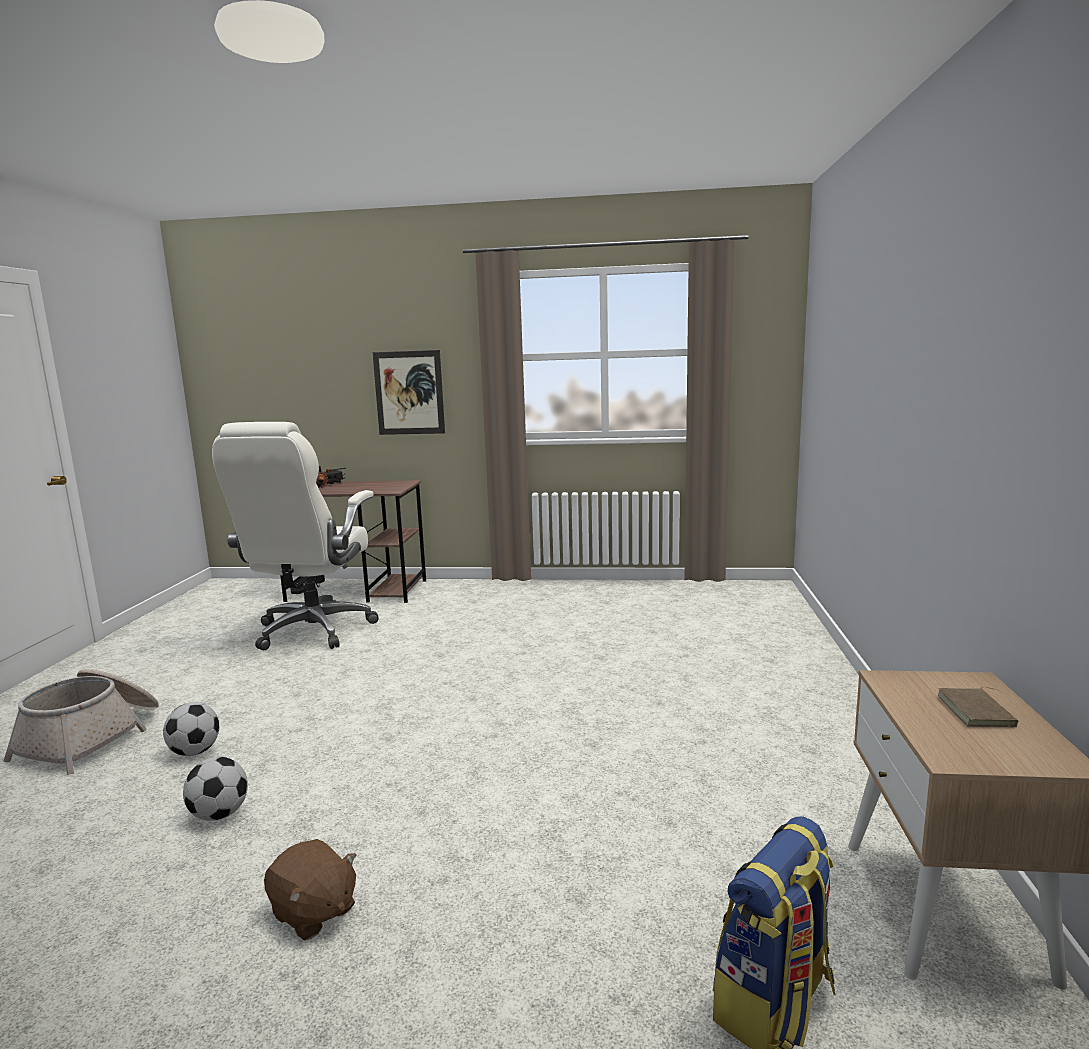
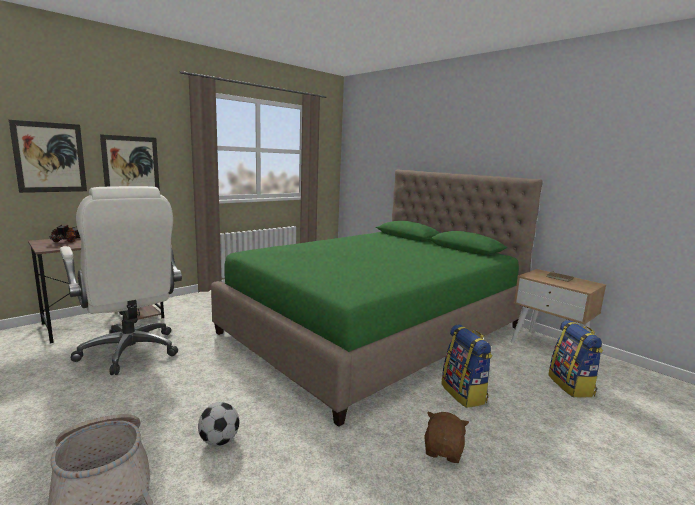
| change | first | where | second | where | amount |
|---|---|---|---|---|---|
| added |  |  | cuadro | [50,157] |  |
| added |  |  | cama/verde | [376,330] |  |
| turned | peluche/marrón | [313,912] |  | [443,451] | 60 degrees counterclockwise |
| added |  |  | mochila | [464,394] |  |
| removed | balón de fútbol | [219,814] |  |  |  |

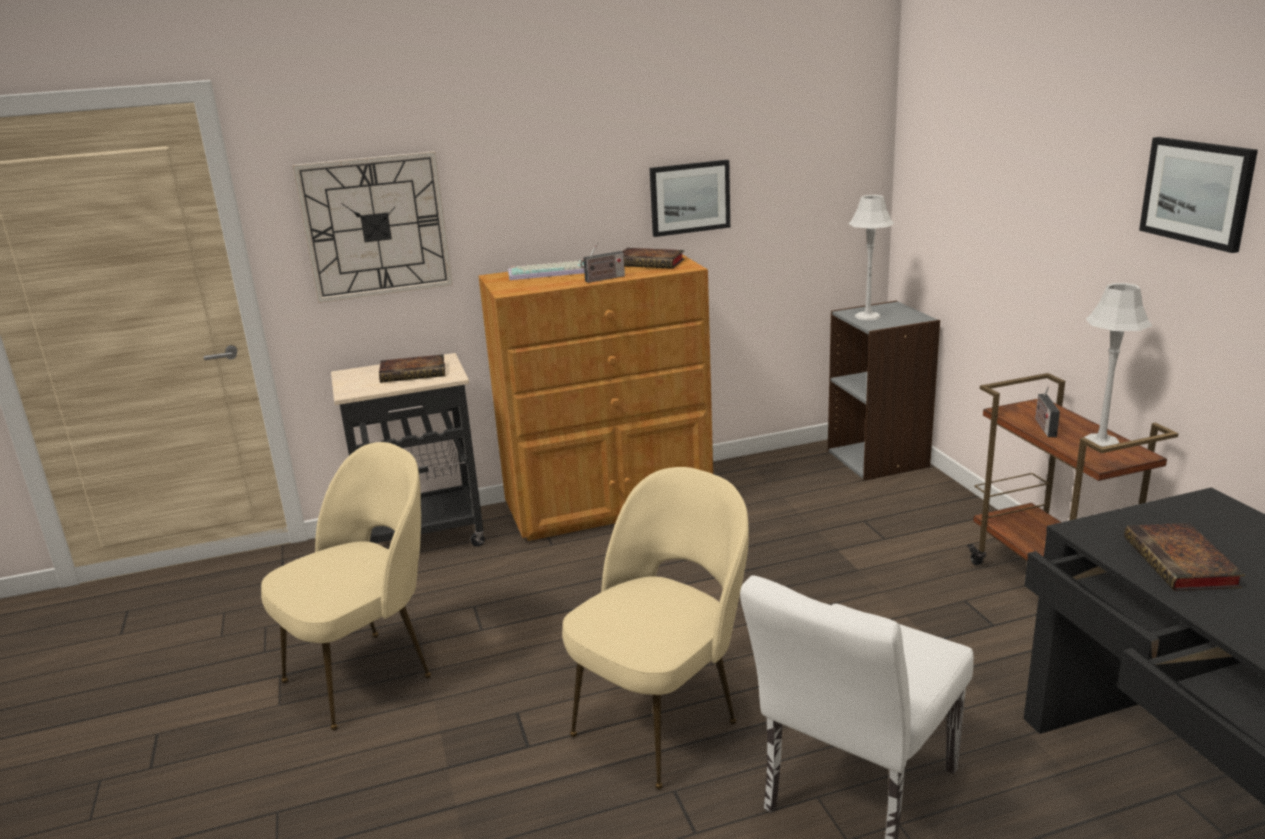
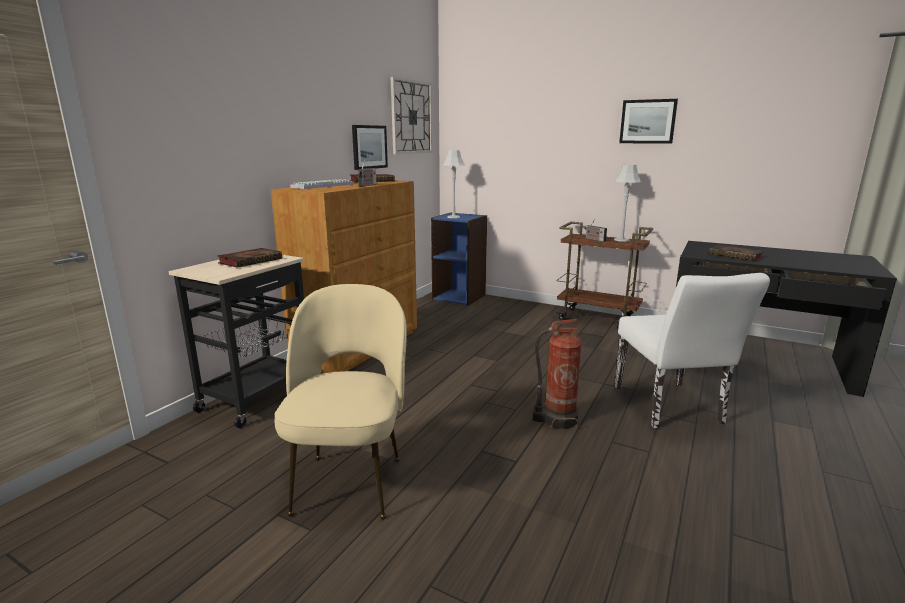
| change | first | where | second | where | amount |
|---|---|---|---|---|---|
| moved | reloj de pared | [375,226] |  | [411,117] |  |
| recoloured | estantería/gris | [878,458] | estantería/azul | [459,297] |  |
| replaced | silla/beis | [663,722] | extintor | [557,419] |  |

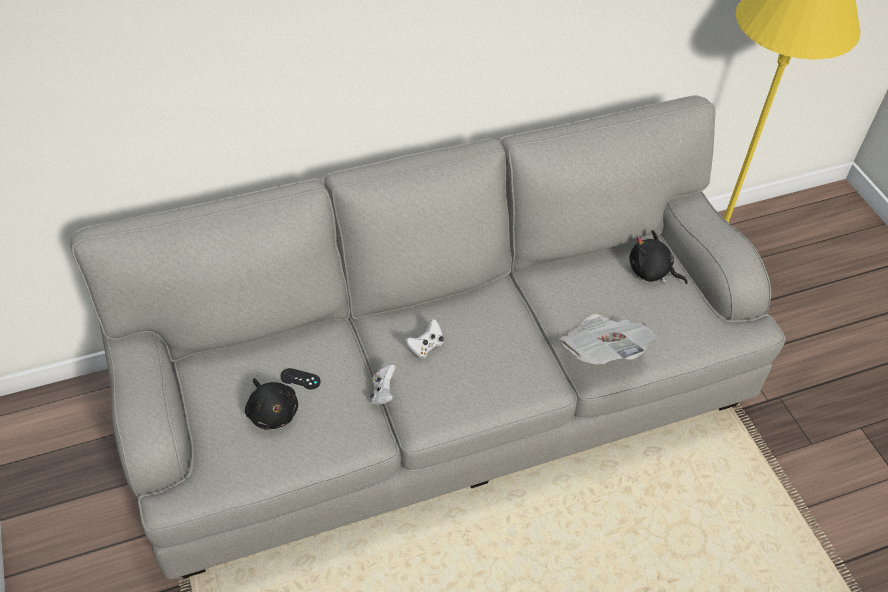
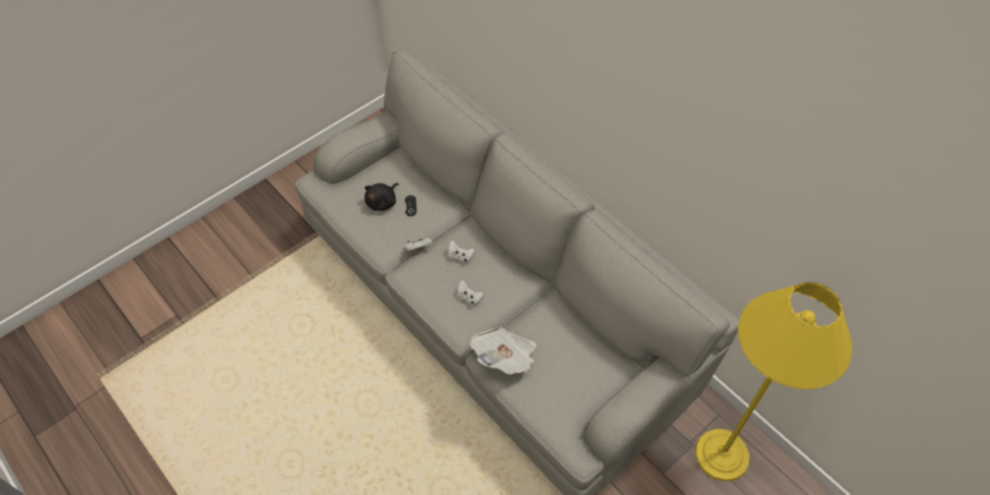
| change | first | where | second | where | amount |
|---|---|---|---|---|---|
| added |  |  | mando de consola/blanco | [469,298] |  |
| removed | peluche/negro | [651,272] |  |  |  |

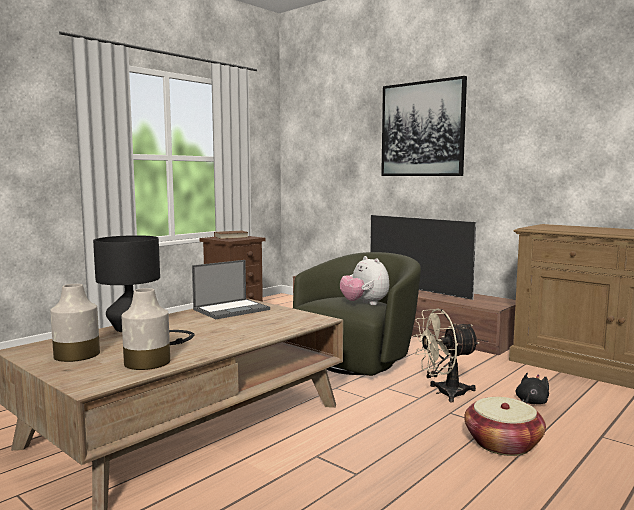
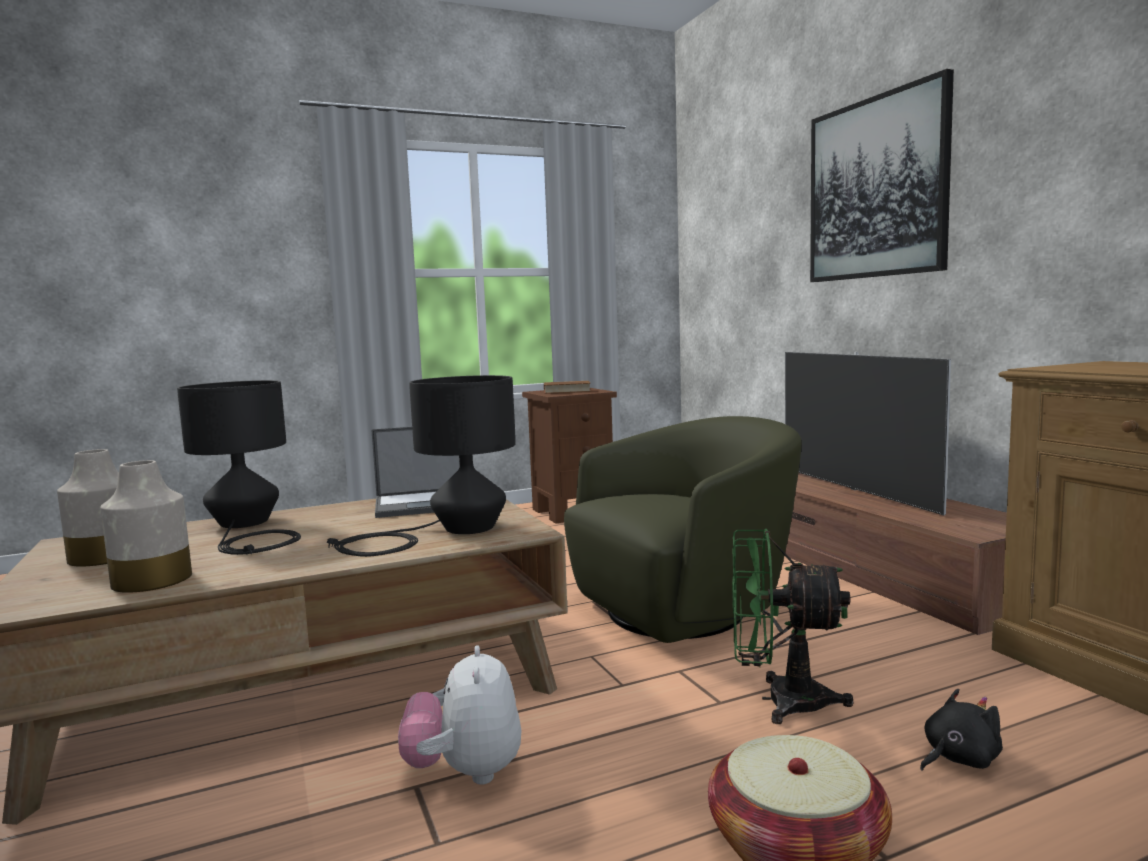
| change | first | where | second | where | amount |
|---|---|---|---|---|---|
| added |  |  | lámpara de mesa/negro | [434,534] |  |
| moved | peluche | [364,304] |  | [465,772] |  |
| recoloured | ventilador/beis | [444,393] | ventilador/verde | [780,701] |  |

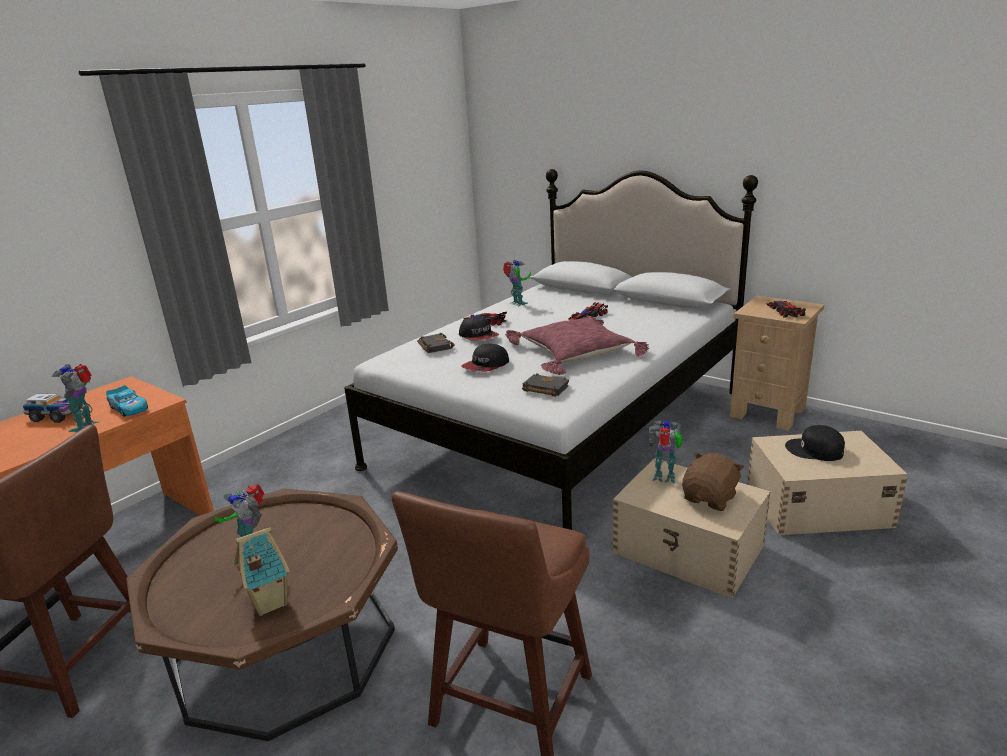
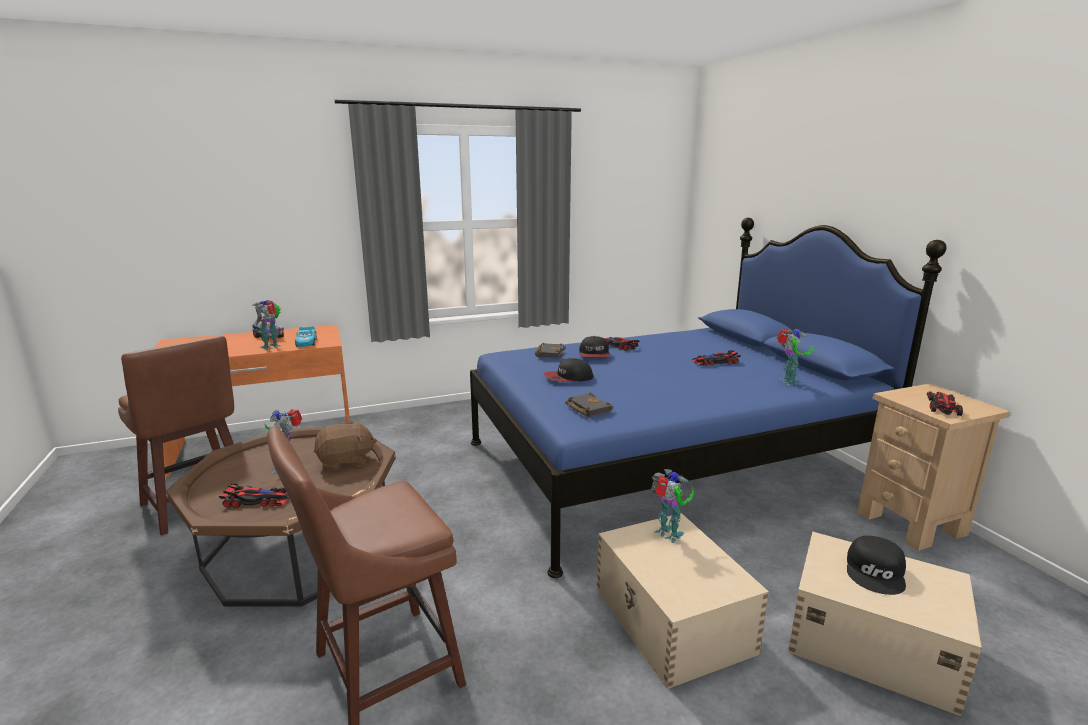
| change | first | where | second | where | amount |
|---|---|---|---|---|---|
| replaced | casita | [269,603] | coche de juguete | [258,500] |  |
| moved | peluche/marrón | [710,498] |  | [346,461] |  |
| recoloured | cama/blanco | [562,428] | cama/azul | [666,465] |  |
| moved | robot de juguete | [517,304] |  | [789,382] |  |
| turned | gorra/negro | [815,450] |  | [876,572] | 120 degrees counterclockwise |
| removed | cojín/rojo | [575,350] |  |  |  |

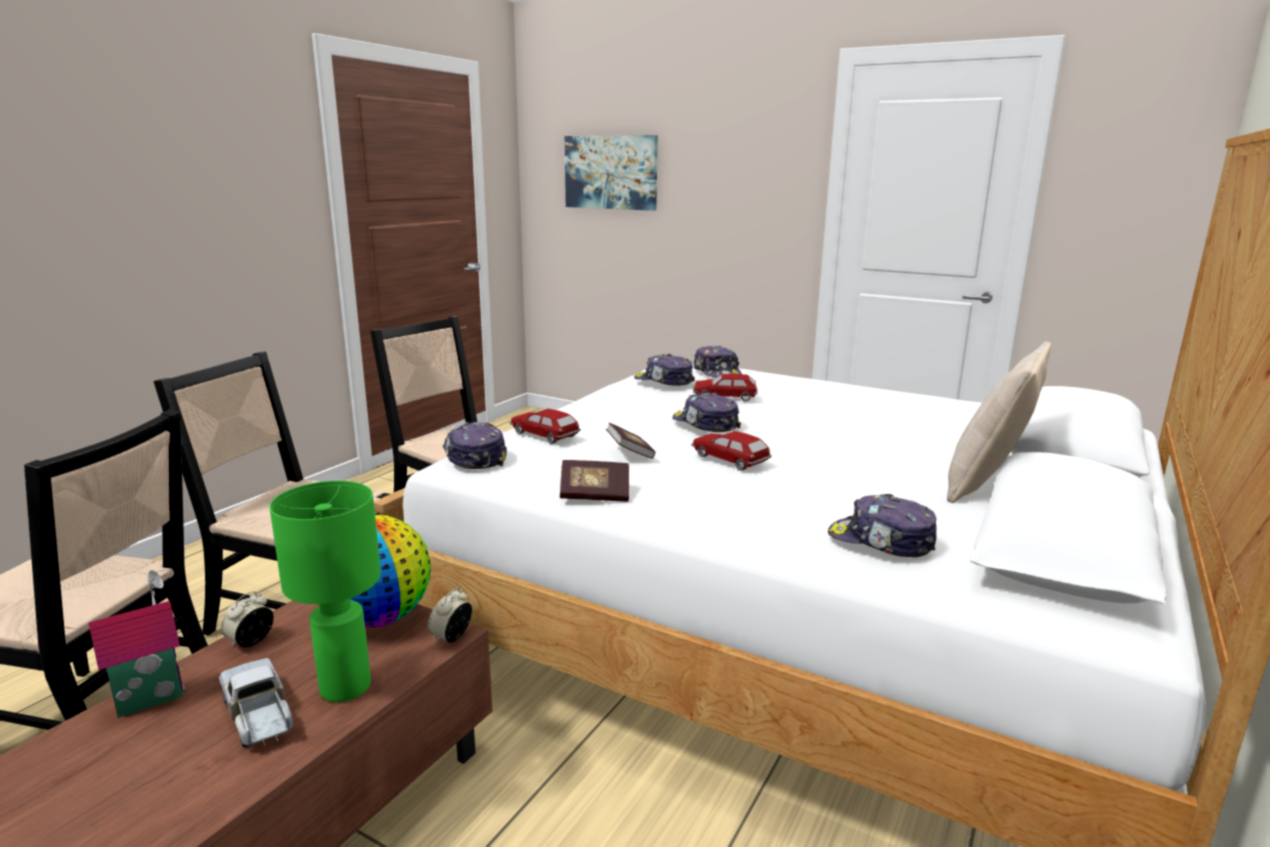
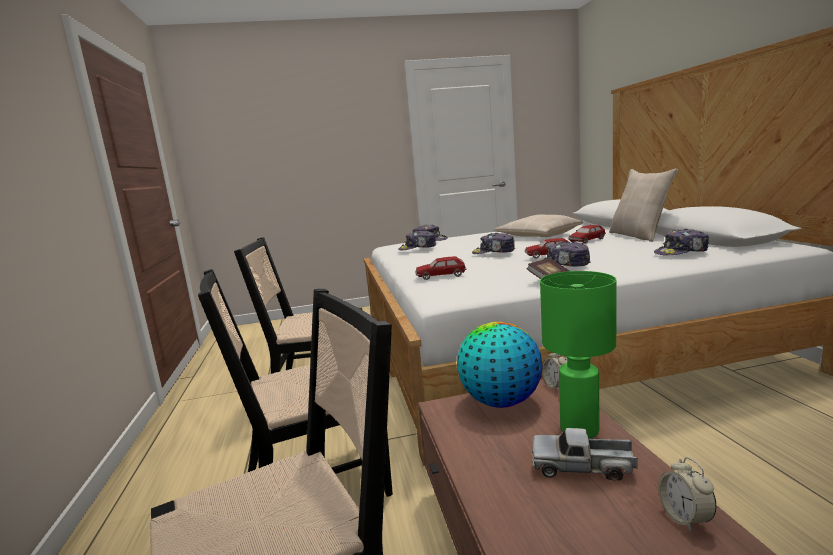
| change | first | where | second | where | amount |
|---|---|---|---|---|---|
| added |  |  | cojín/beis | [538,236] |  |
| moved | gorra | [474,458] |  | [563,265] |  |
| moved | coche de juguete | [724,397] |  | [586,240] |  |
| moved | despertador | [251,642] |  | [685,518] |  |
| removed | casita | [150,697] |  |  |  |
| removed | cuadro | [611,172] |  |  |  |
| removed | libro | [630,453] |  |  |  |

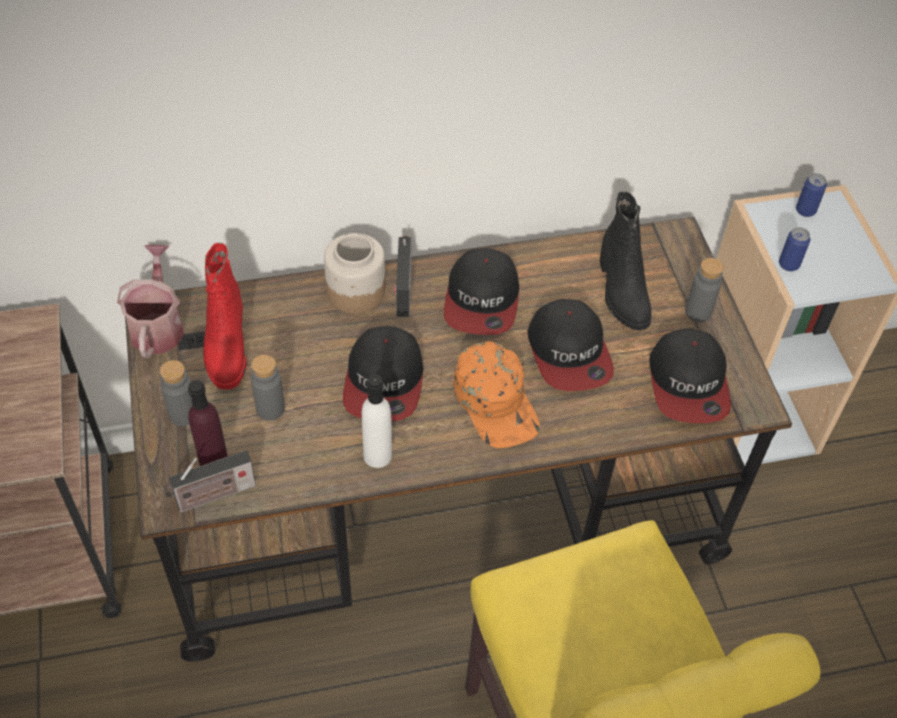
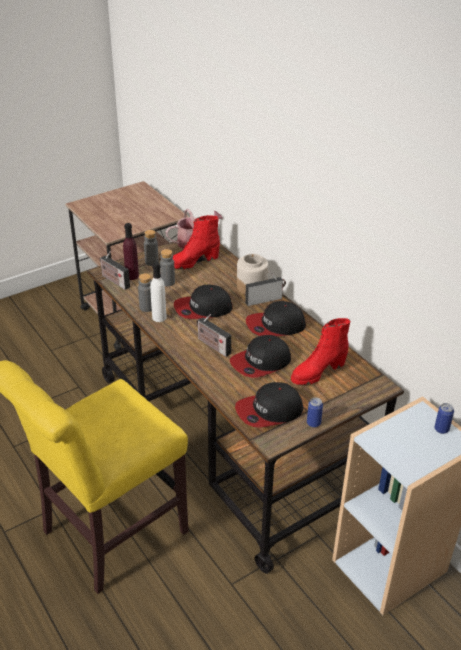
| change | first | where | second | where | amount |
|---|---|---|---|---|---|
| moved | botella/gris | [698,312] |  | [146,307] |  |
| replaced | gorra/naranja | [496,402] | radio | [212,345] |  |
| recoloured | bota/negro | [621,293] | bota/rojo | [317,372] |  |
| moved | lata | [788,264] |  | [313,423] |  |

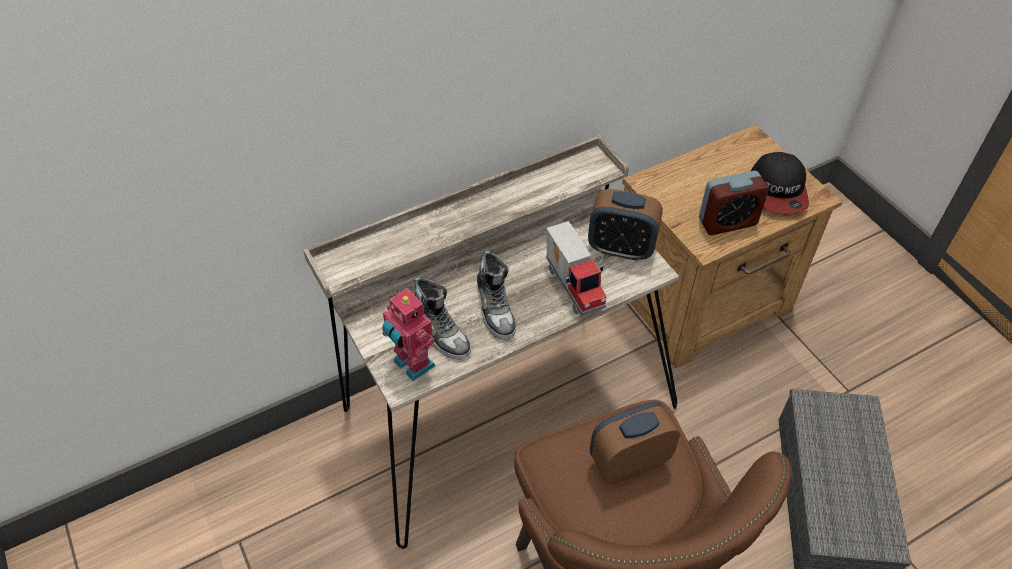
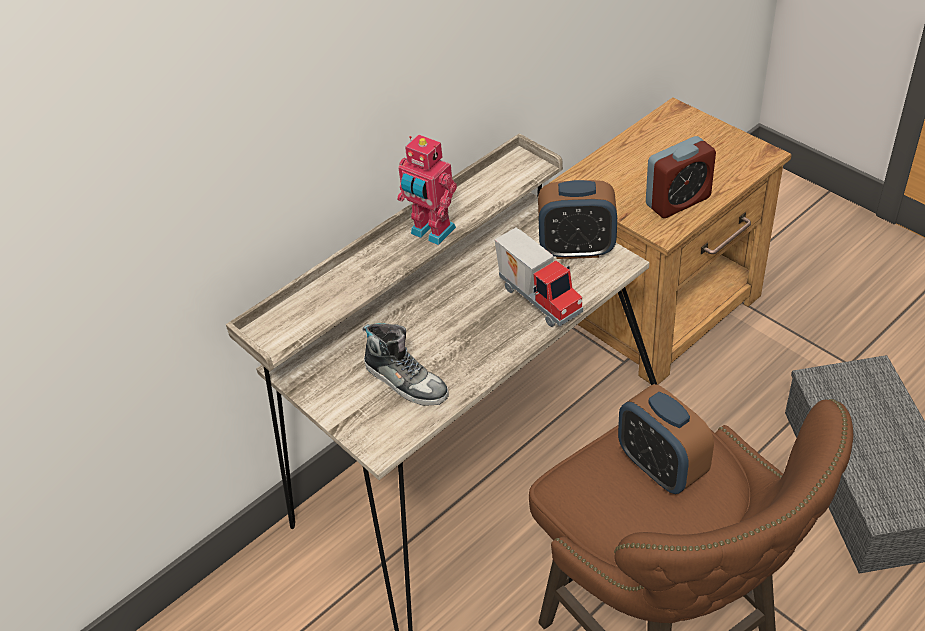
| change | first | where | second | where | amount |
|---|---|---|---|---|---|
| moved | robot de juguete | [412,365] |  | [431,232] |  |
| turned | despertador | [629,462] |  | [661,467] | 90 degrees counterclockwise |
| removed | zapato | [495,308] |  |  |  |
| removed | gorra | [778,190] |  |  |  |

